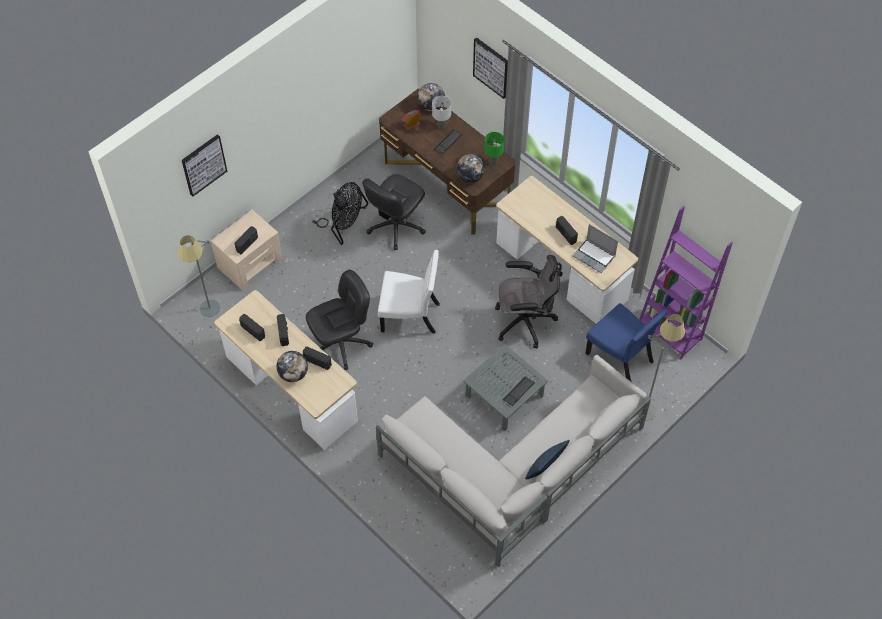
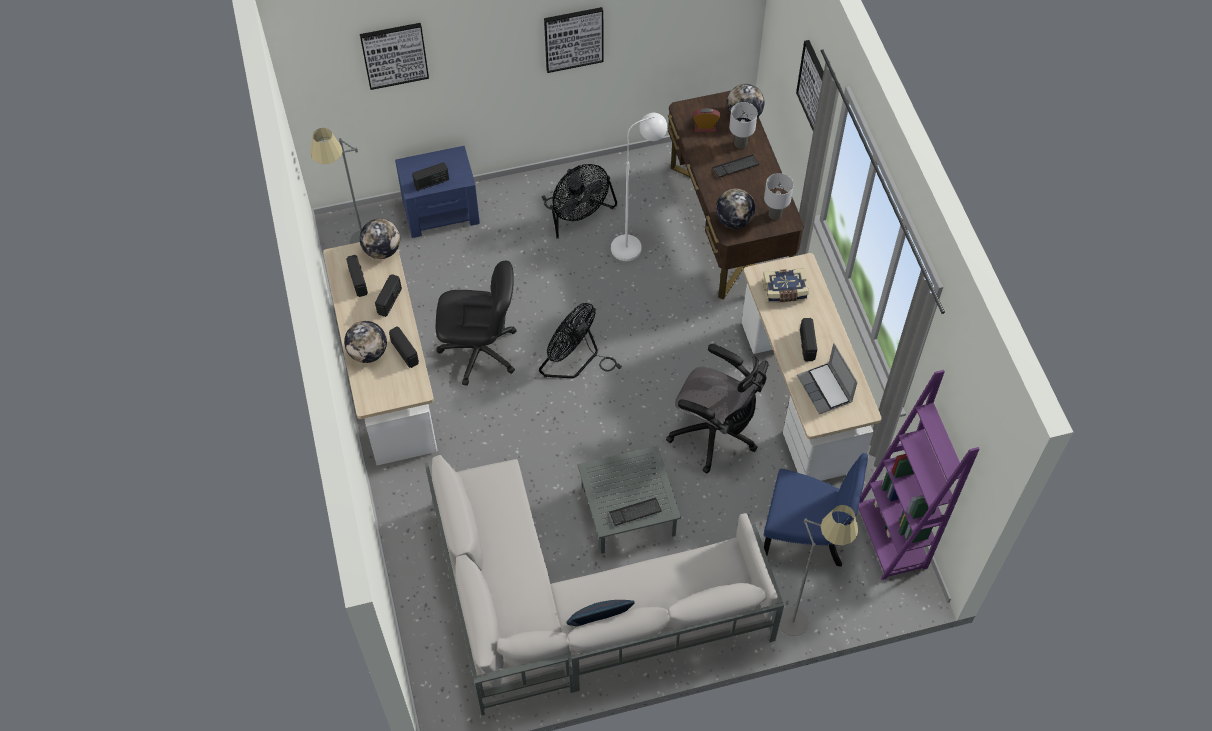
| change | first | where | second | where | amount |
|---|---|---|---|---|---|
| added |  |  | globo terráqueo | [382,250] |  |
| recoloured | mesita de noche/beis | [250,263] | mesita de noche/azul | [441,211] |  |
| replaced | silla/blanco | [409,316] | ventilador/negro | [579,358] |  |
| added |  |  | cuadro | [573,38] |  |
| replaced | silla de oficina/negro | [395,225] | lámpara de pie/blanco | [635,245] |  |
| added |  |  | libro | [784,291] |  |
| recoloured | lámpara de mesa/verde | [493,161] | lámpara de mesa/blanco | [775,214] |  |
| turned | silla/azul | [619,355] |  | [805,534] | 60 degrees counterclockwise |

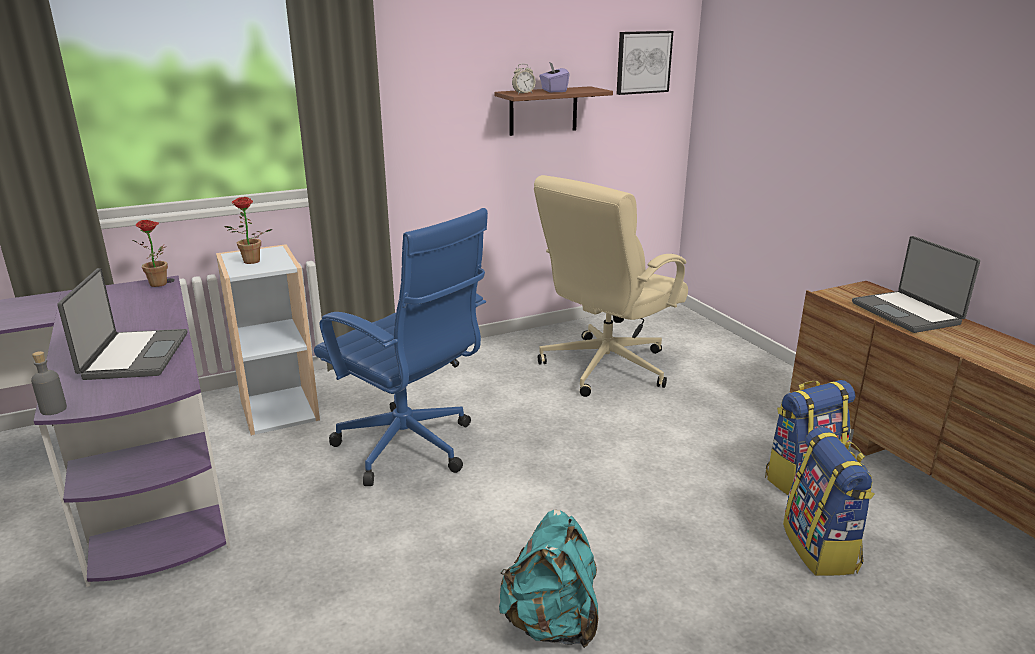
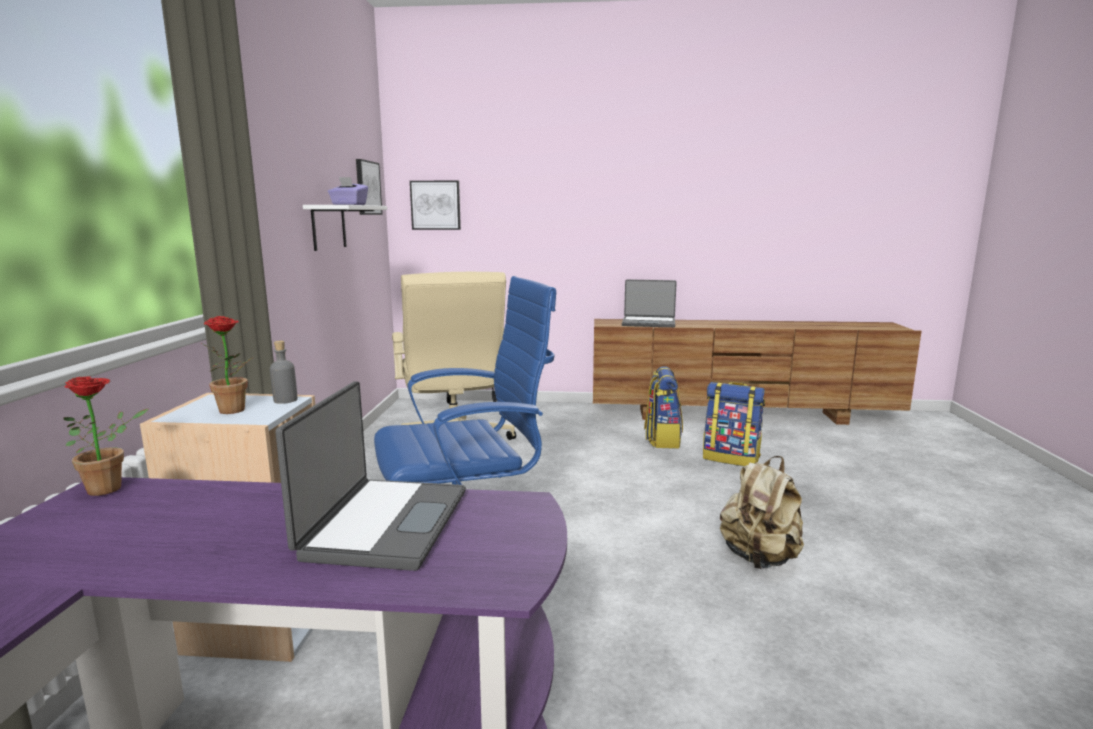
| change | first | where | second | where | amount |
|---|---|---|---|---|---|
| moved | botella/gris | [53,409] |  | [285,400] |  |
| turned | portátil | [133,356] |  | [383,523] | 75 degrees clockwise |
| recoloured | estante/marrón | [543,111] | estante/blanco | [328,227] |  |
| added |  |  | cuadro | [435,205] |  |
| recoloured | mochila/turquesa | [552,623] | mochila/beis | [759,558] |  |
| removed | despertador | [523,93] |  |  |  |

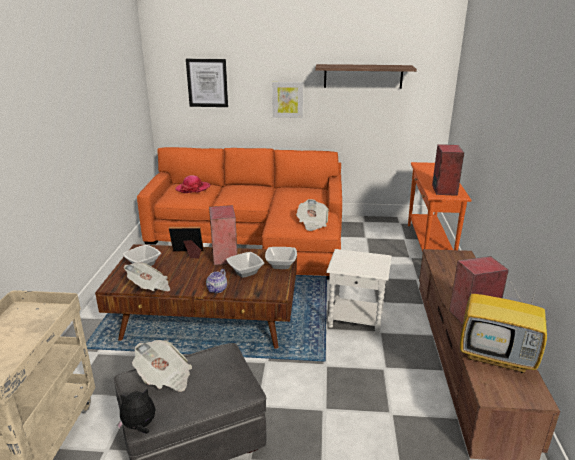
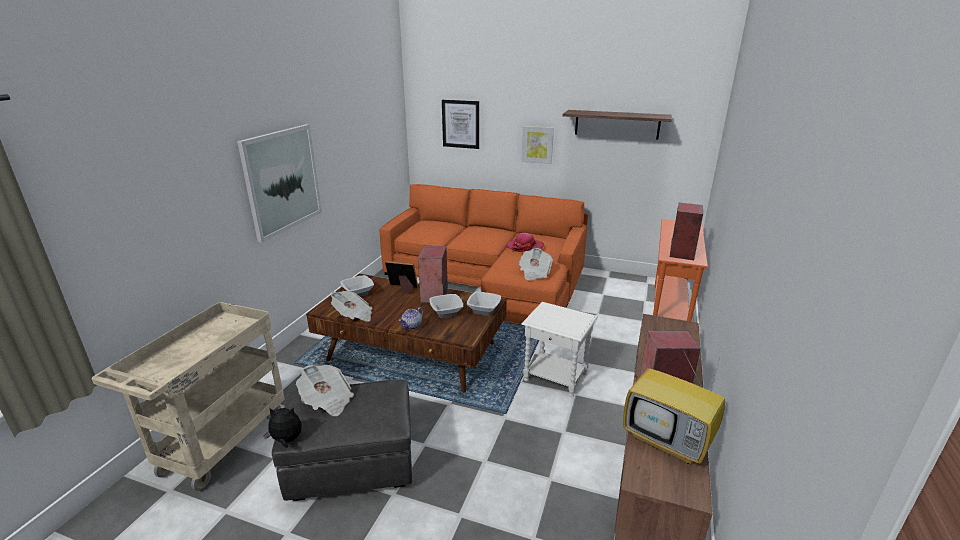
| change | first | where | second | where | amount |
|---|---|---|---|---|---|
| added |  |  | cuadro | [282,180] |  |
| moved | sombrero | [193,188] |  | [525,247] |  |

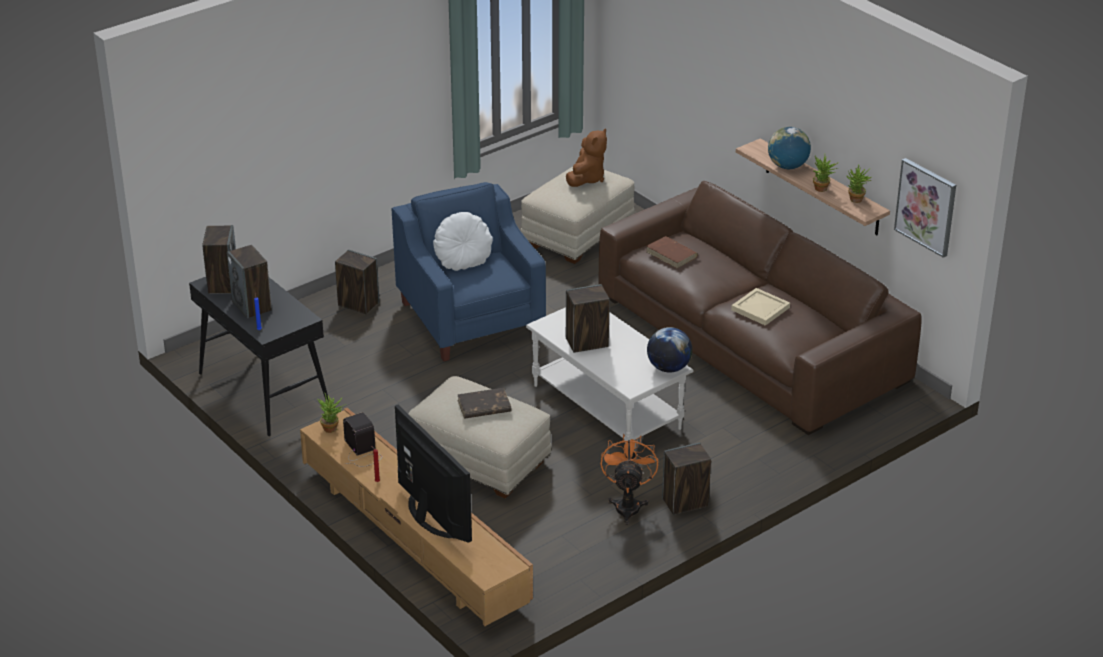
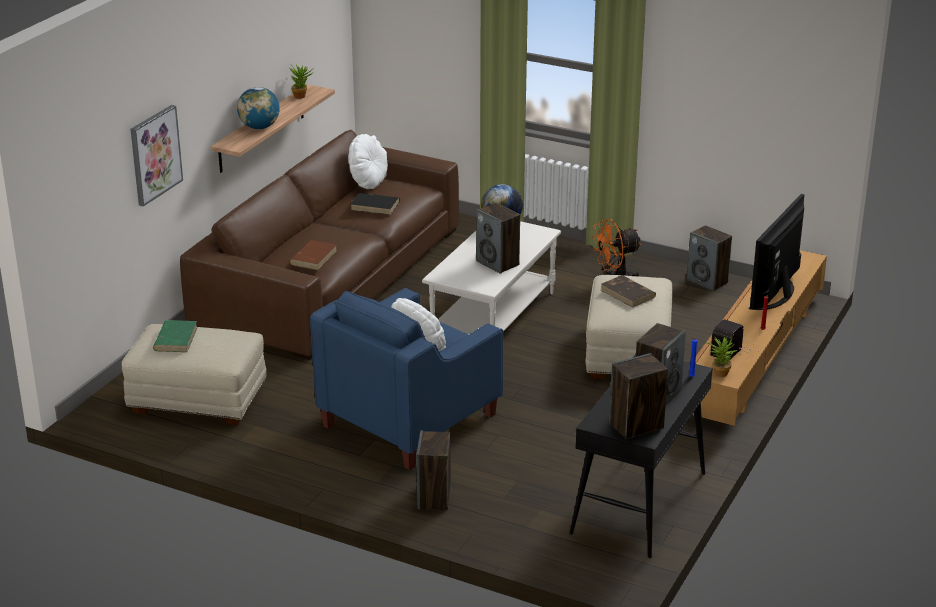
| change | first | where | second | where | amount |
|---|---|---|---|---|---|
| moved | cuadro | [926,206] |  | [155,154] |  |
| replaced | peluche/marrón | [587,178] | libro/verde | [175,339] |  |
| added |  |  | cojín/blanco | [368,184] |  |
| replaced | bandeja/beis | [759,309] | libro/negro | [375,206] |  |
| moved | altavoz | [685,503] |  | [707,281] |  |
| removed | planta en maceta | [823,189] |  |  |  |

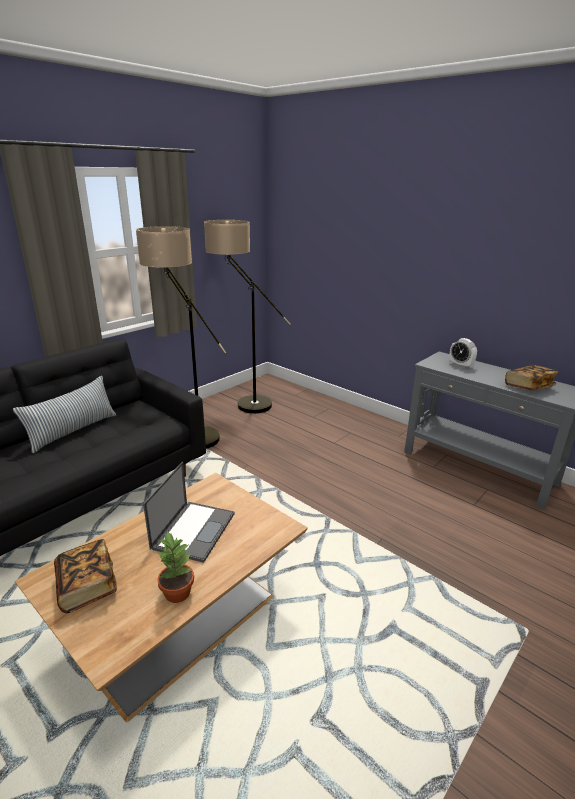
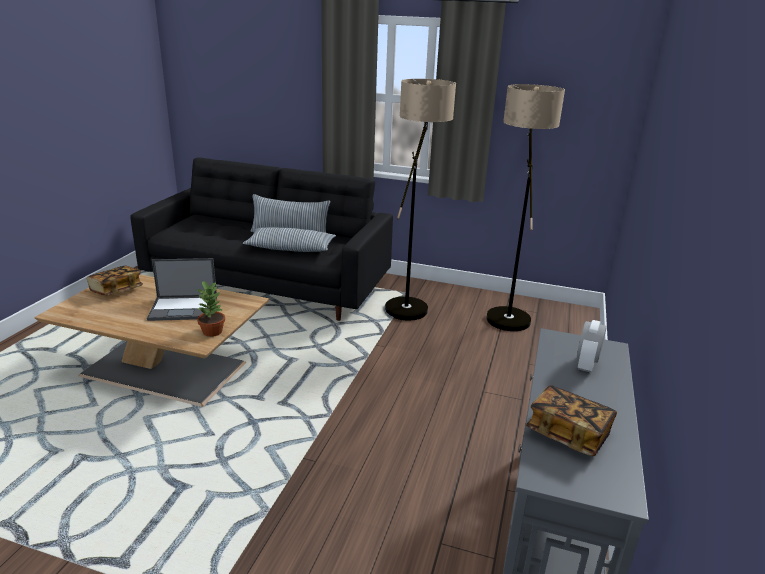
| change | first | where | second | where | amount |
|---|---|---|---|---|---|
| moved | planta en maceta | [177,592] |  | [212,331] |  |
| added |  |  | cojín | [290,248] |  |

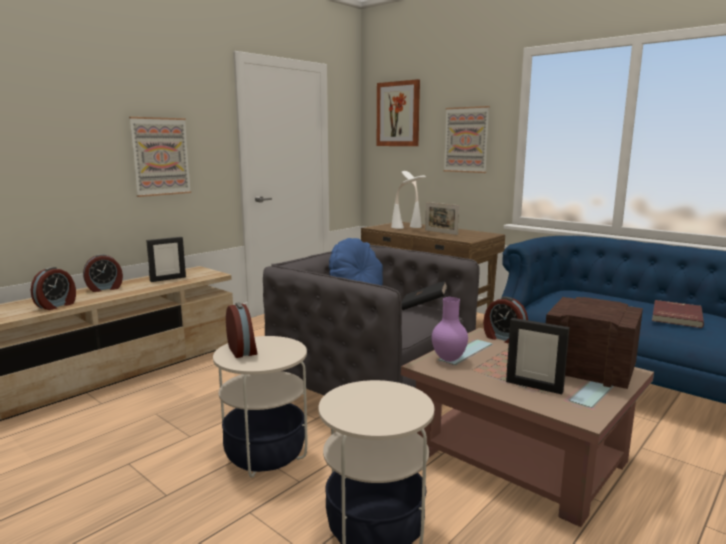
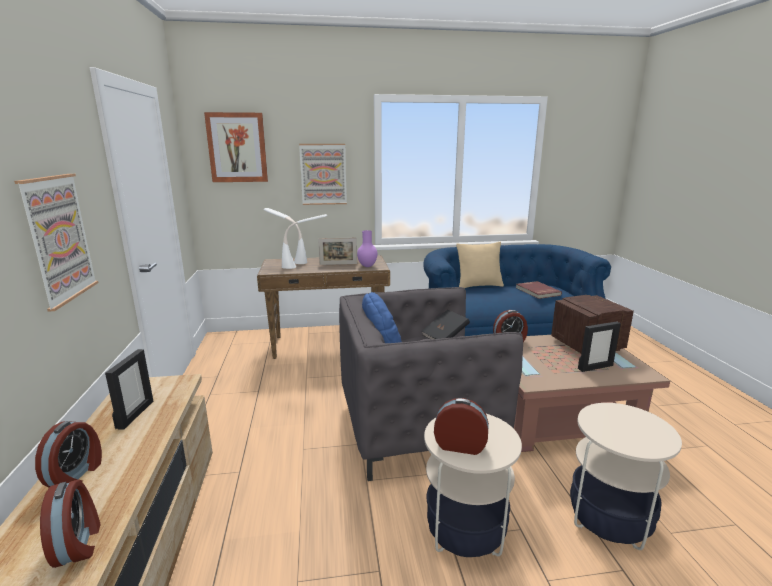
| change | first | where | second | where | amount |
|---|---|---|---|---|---|
| moved | florero/morado | [448,359] |  | [367,266] |  |
| added |  |  | cojín/beis | [479,286] |  |

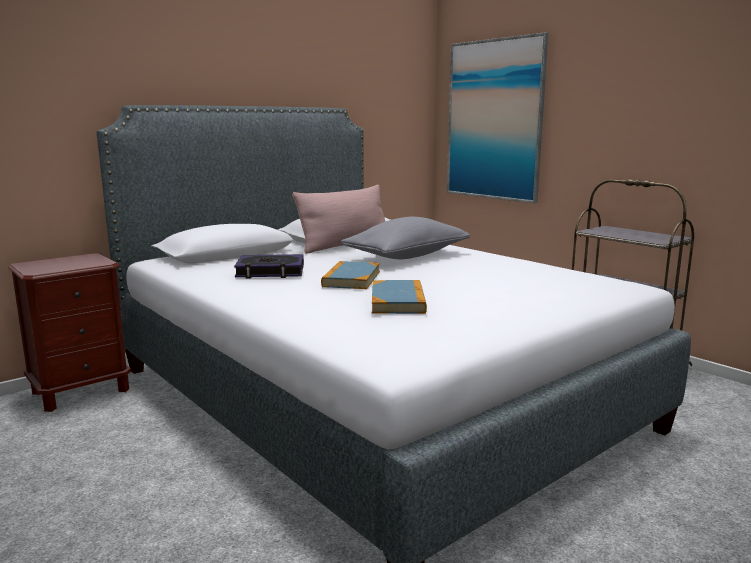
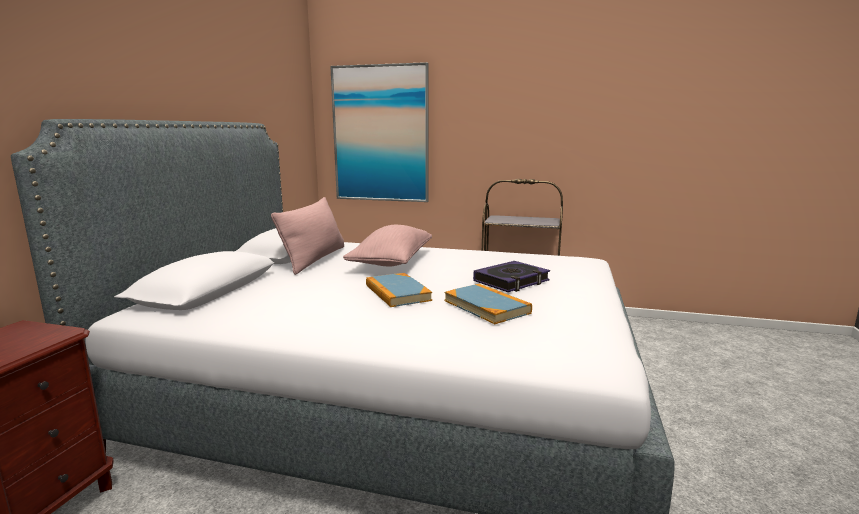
| change | first | where | second | where | amount |
|---|---|---|---|---|---|
| recoloured | cojín/gris | [406,256] | cojín/rosa | [392,262] |  |
| moved | libro | [270,272] |  | [511,281] |  |

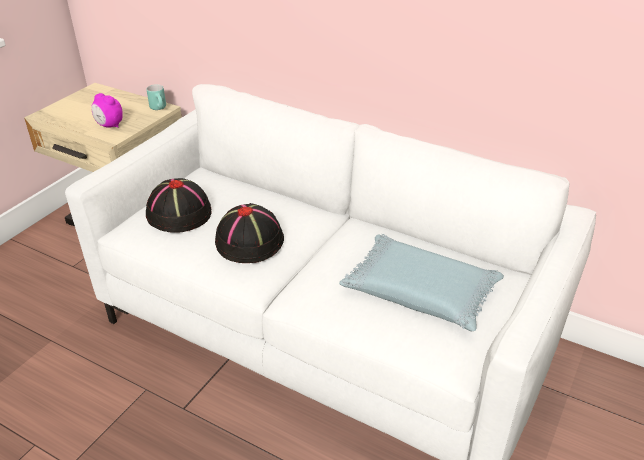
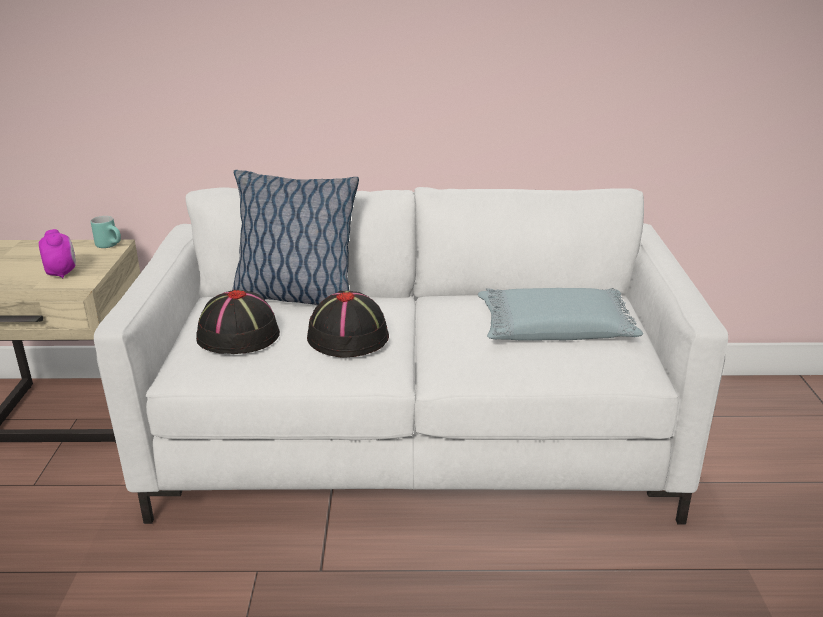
| change | first | where | second | where | amount |
|---|---|---|---|---|---|
| turned | despertador | [109,126] |  | [62,273] | 120 degrees counterclockwise |
| added |  |  | cojín | [295,298] |  |

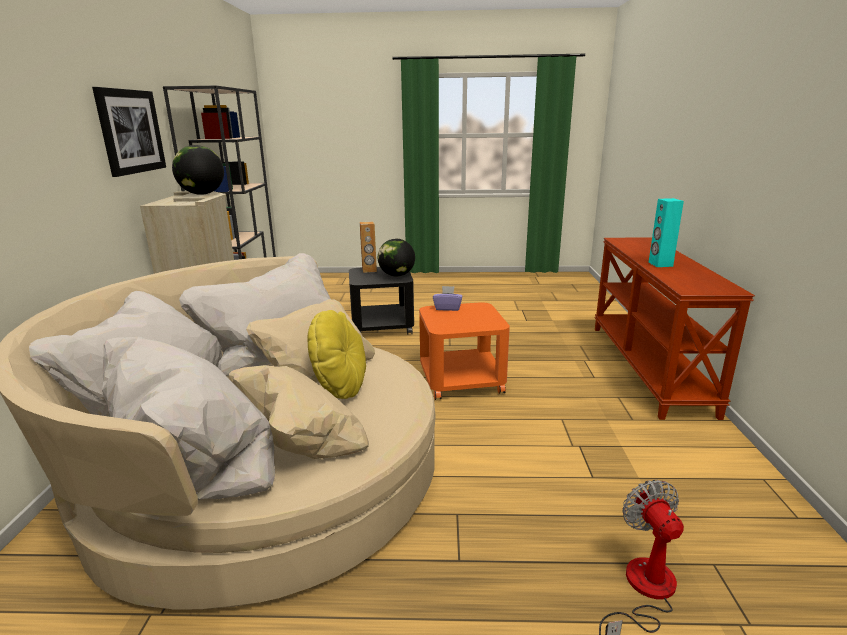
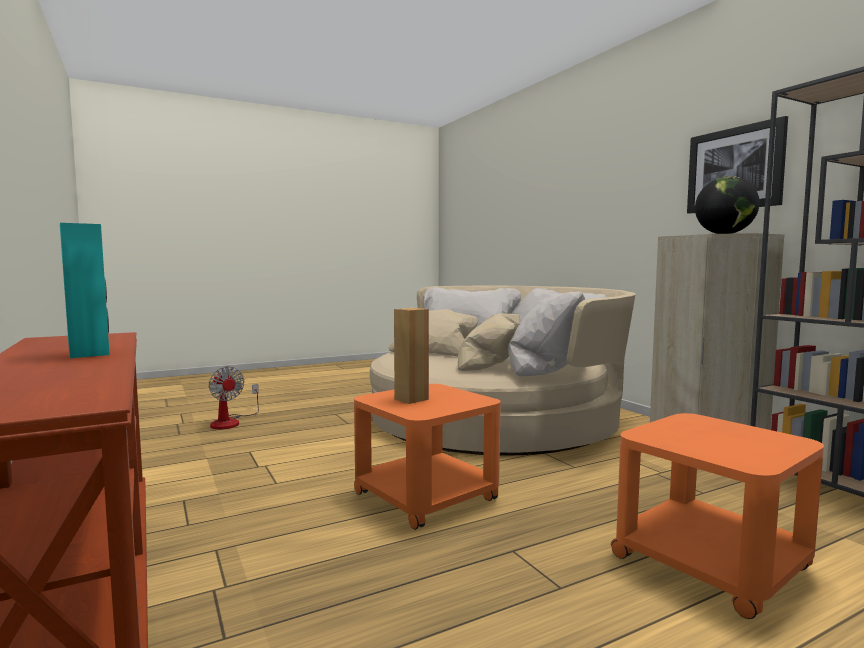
| change | first | where | second | where | amount |
|---|---|---|---|---|---|
| moved | altavoz/marrón | [369,270] |  | [411,399] |  |
| recoloured | mesa auxiliar/negro | [382,326] | mesa auxiliar/naranja | [711,563] |  |
| removed | cojín/amarillo | [341,389] |  |  |  |
| removed | globo terráqueo | [397,275] |  |  |  |
| removed | caja de pañuelos/morado | [447,308] |  |  |  |

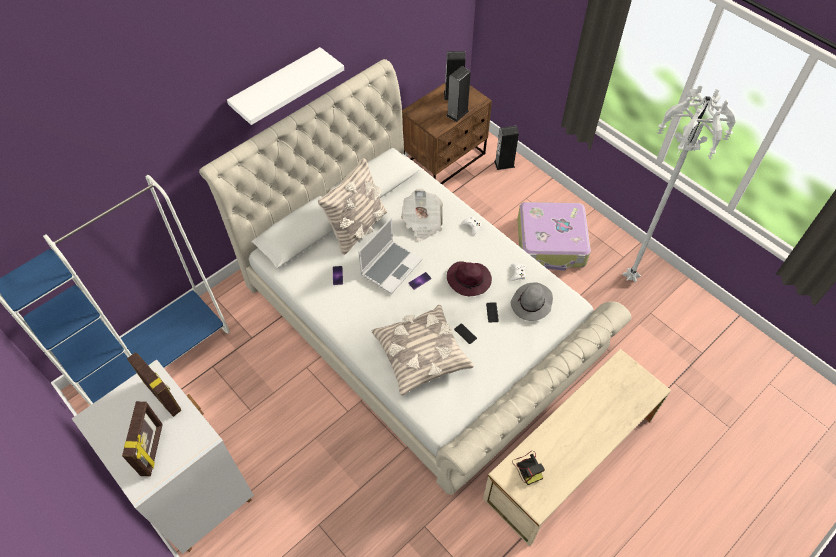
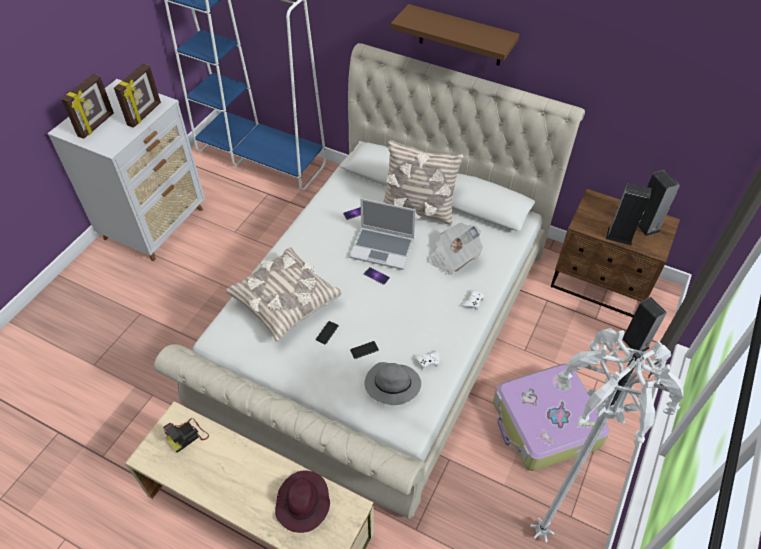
| change | first | where | second | where | amount |
|---|---|---|---|---|---|
| turned | portarretratos | [153,450] |  | [96,125] | 45 degrees counterclockwise |
| moved | sombrero/morado | [469,280] |  | [303,503] |  |
| recoloured | estante/blanco | [277,87] | estante/marrón | [460,36] |  |

